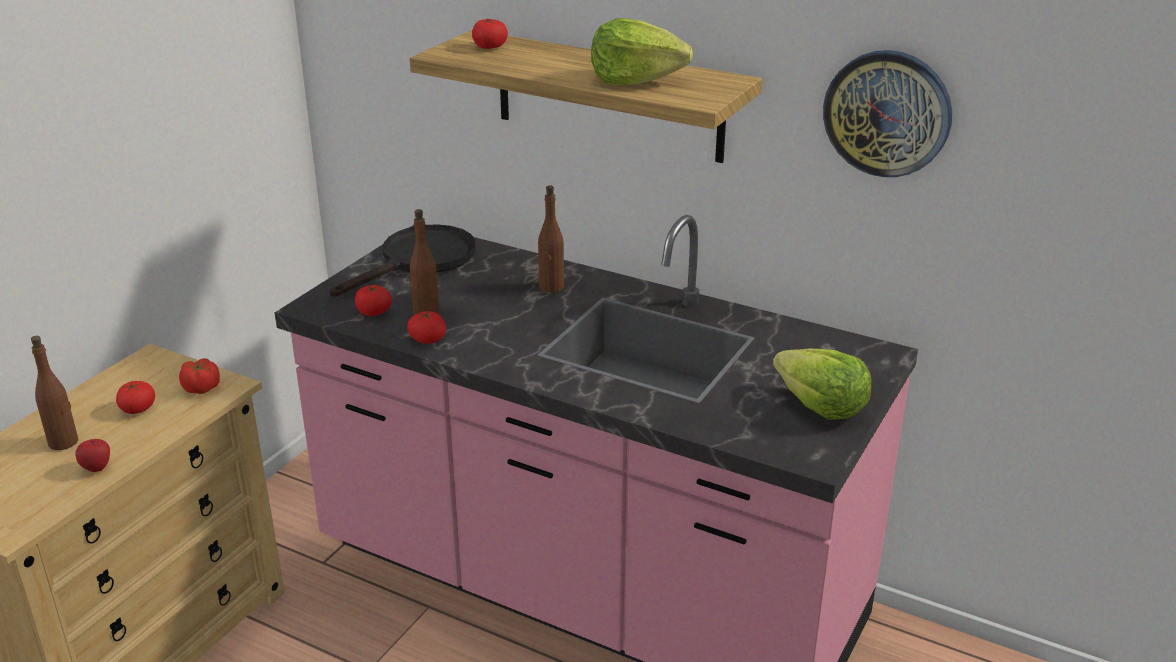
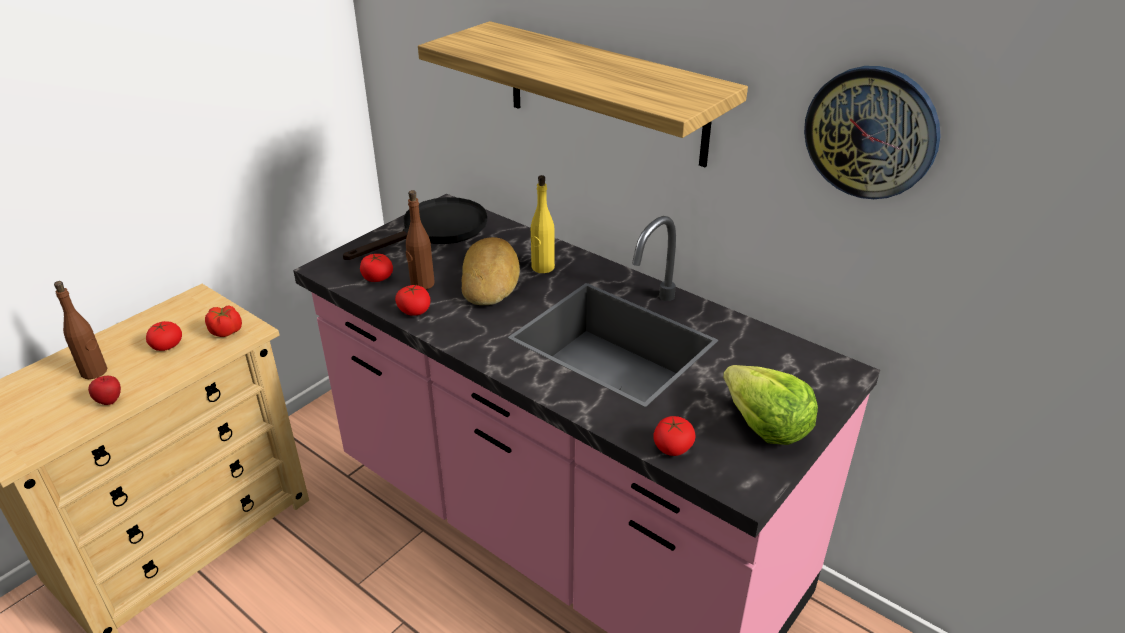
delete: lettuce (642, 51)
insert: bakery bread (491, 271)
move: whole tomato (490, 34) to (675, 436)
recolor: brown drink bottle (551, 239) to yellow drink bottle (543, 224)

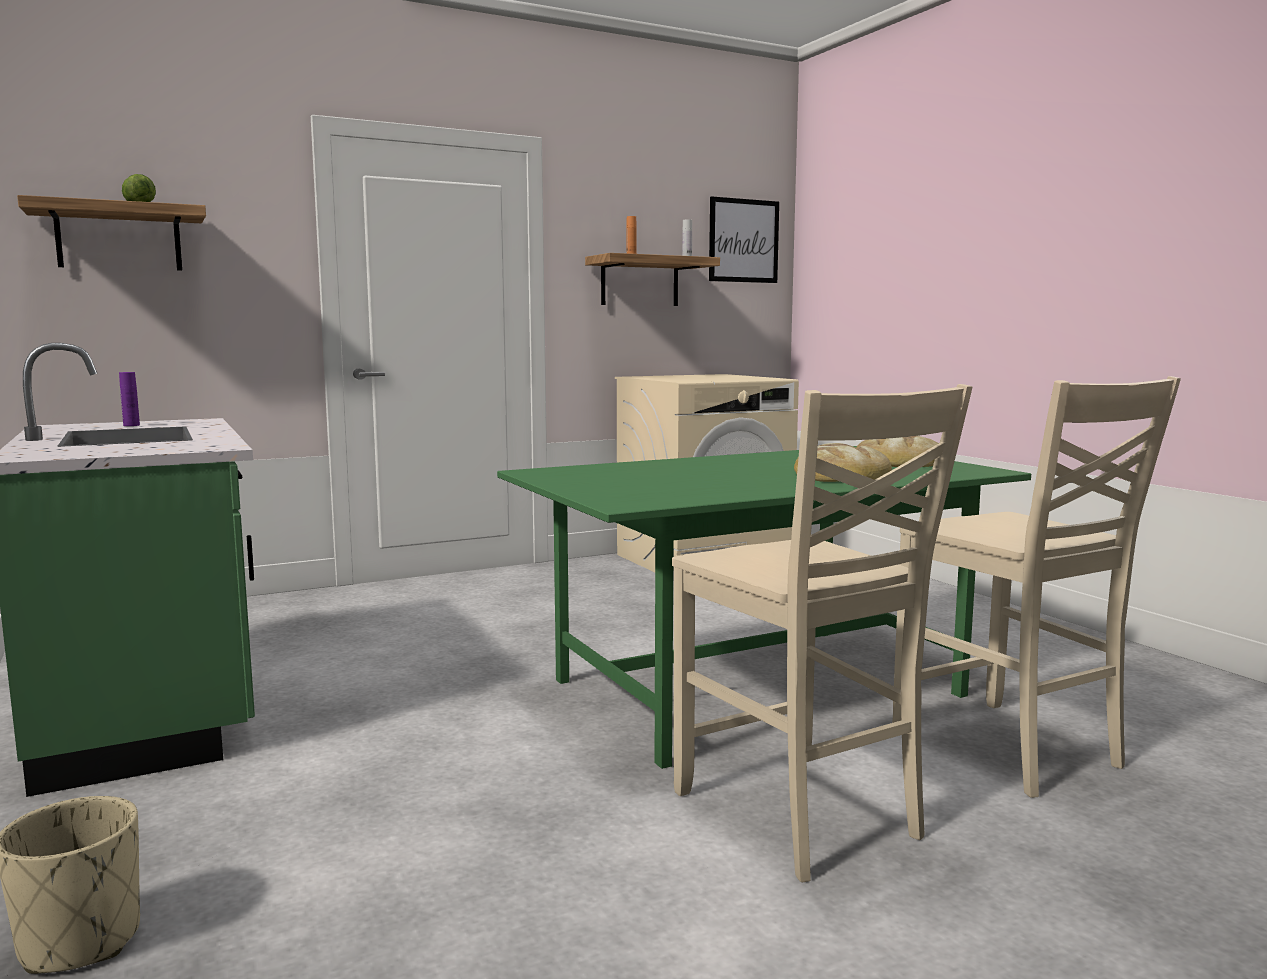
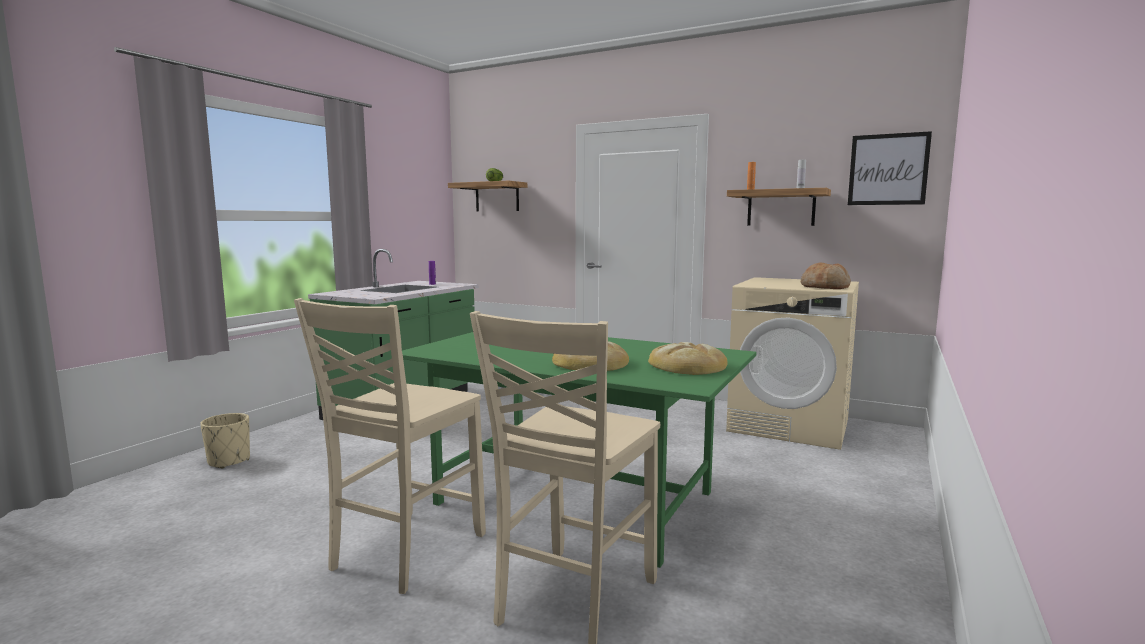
insert: bakery bread (826, 275)

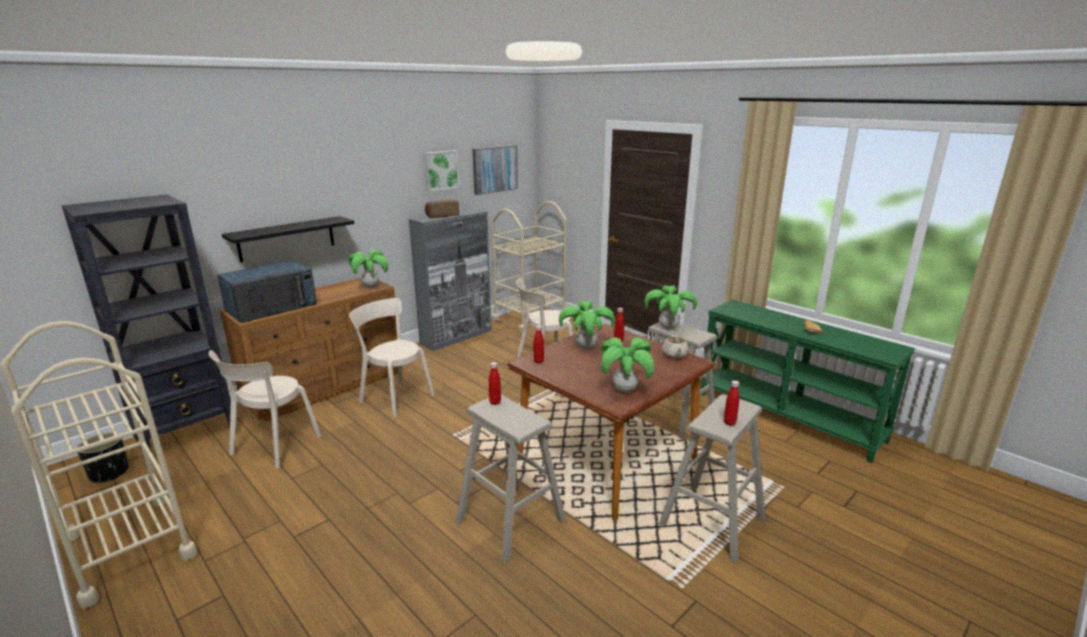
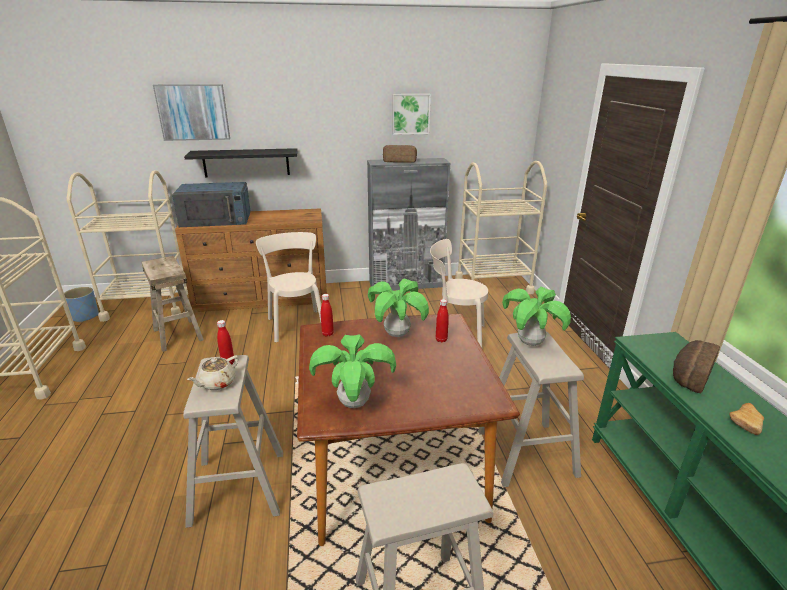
delete: plant in a pot (368, 269); reddish drink bottle (731, 403)
insert: bakery bread (696, 366)
move: wall picture (495, 170) to (191, 112); sand-coloured pot for tea (675, 347) to (212, 373)
replace: blackish bookshelf (146, 329) to sand-coloured cart (127, 246); sand-coloured upright chair (265, 409) to sand-coloured stool seat (173, 304)
recolor: blackish flower pot (103, 457) to blue flower pot (81, 305)

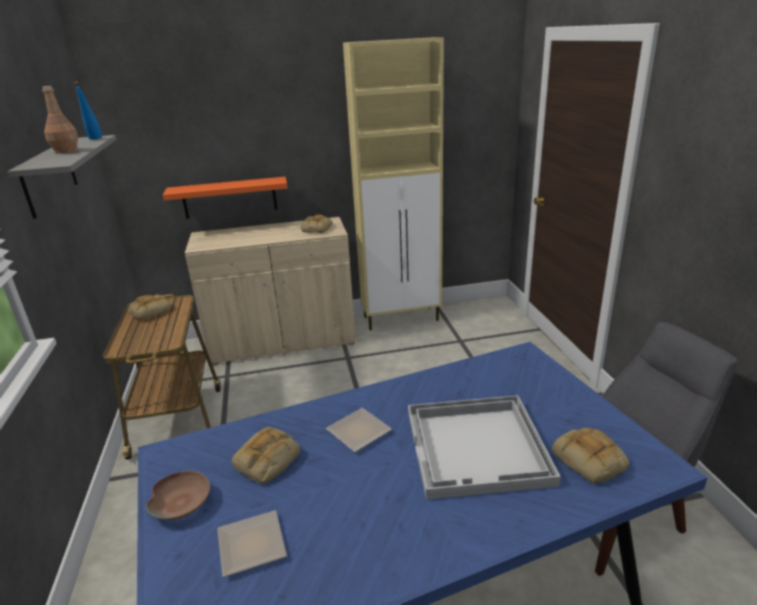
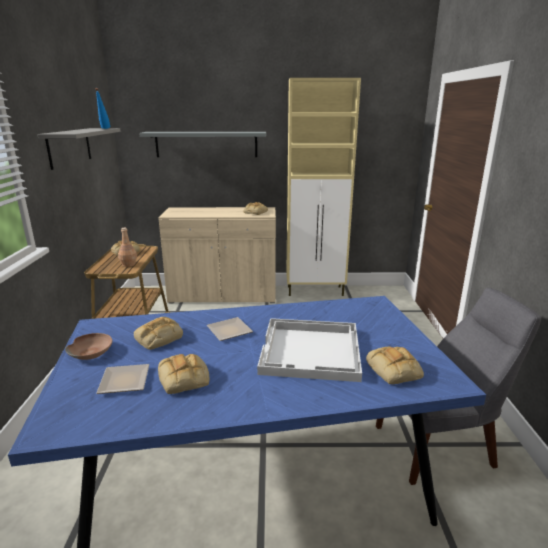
delete: orangey shelf (225, 198)
insert: grey shelf (202, 144); bakery bread (184, 374)
move: brown drink bottle (60, 120) to (127, 247)

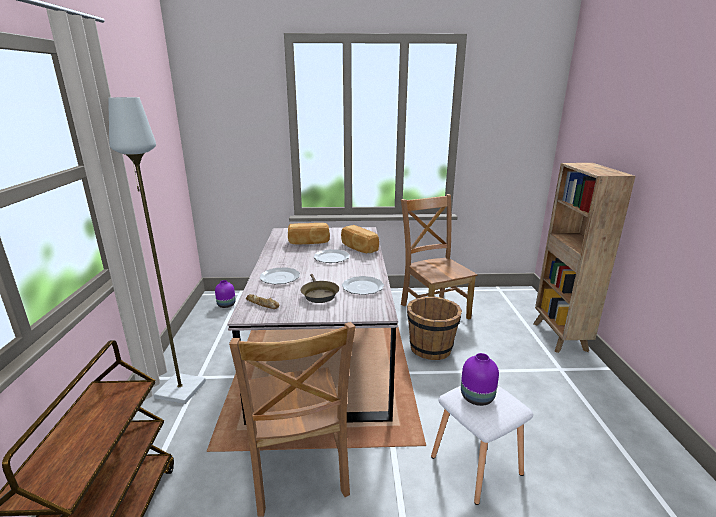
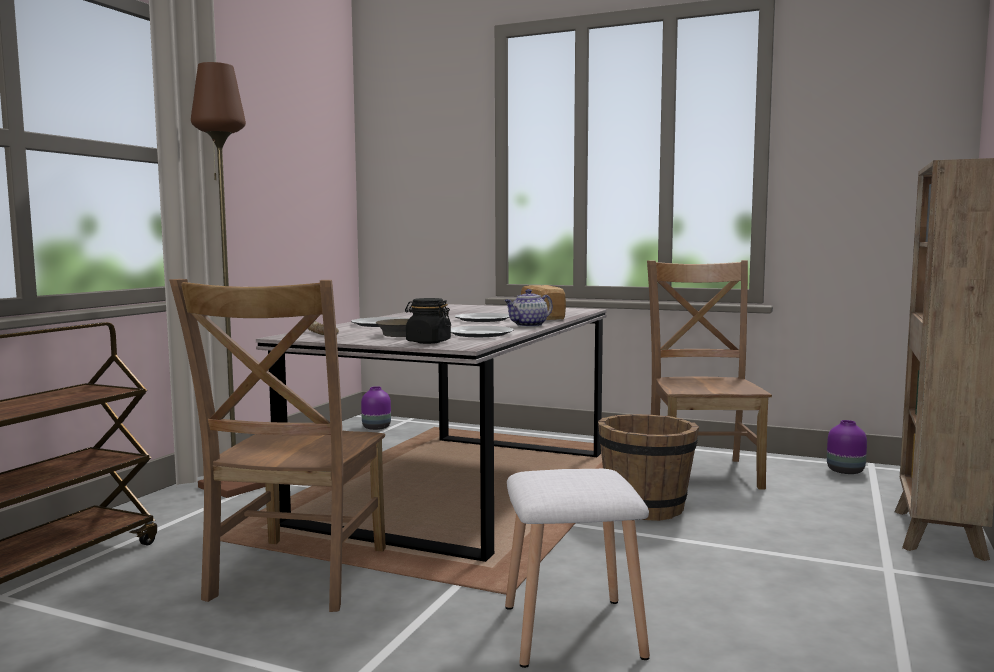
delete: bakery bread (309, 233)
insert: blackish preserve jar (428, 321); pot for tea (528, 308)
move: purple-coloured flower vase (480, 379) to (847, 447)
recolor: grey standard lamp (157, 250) to brown standard lamp (228, 280)

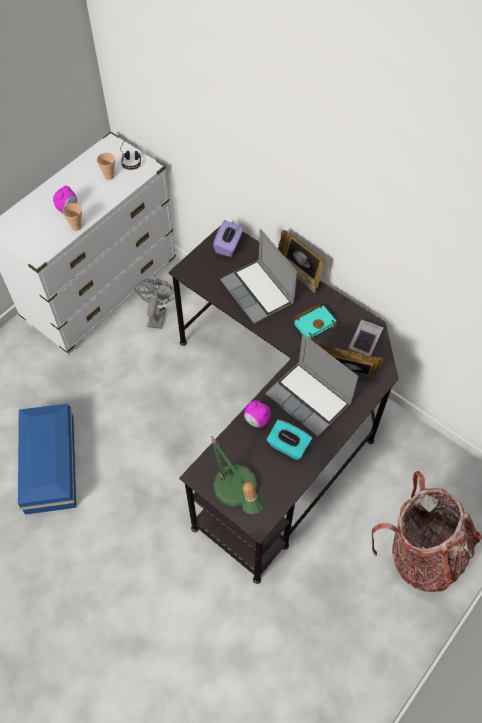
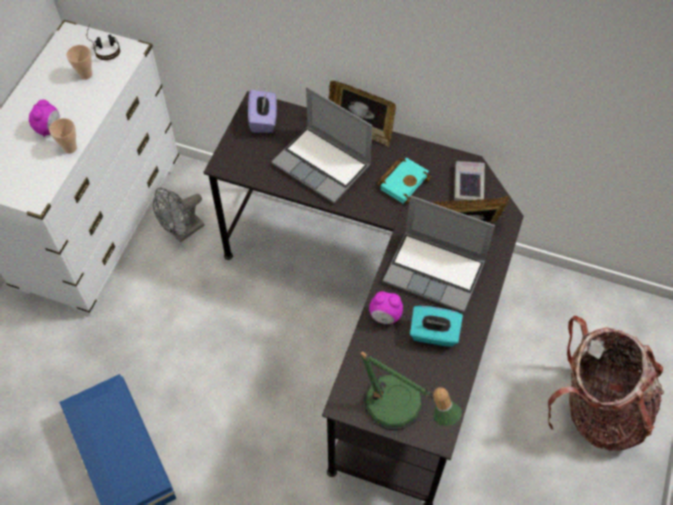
rotate: grey cooling fan (155, 303) = (179, 215) 120 degrees counterclockwise

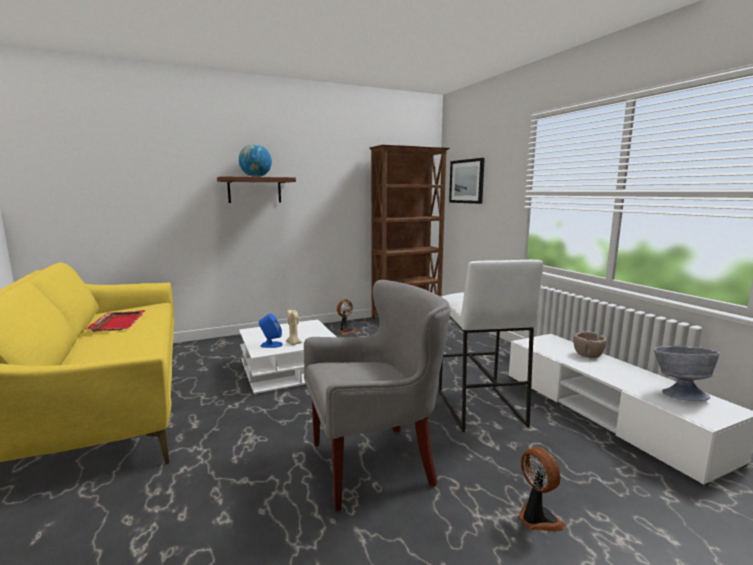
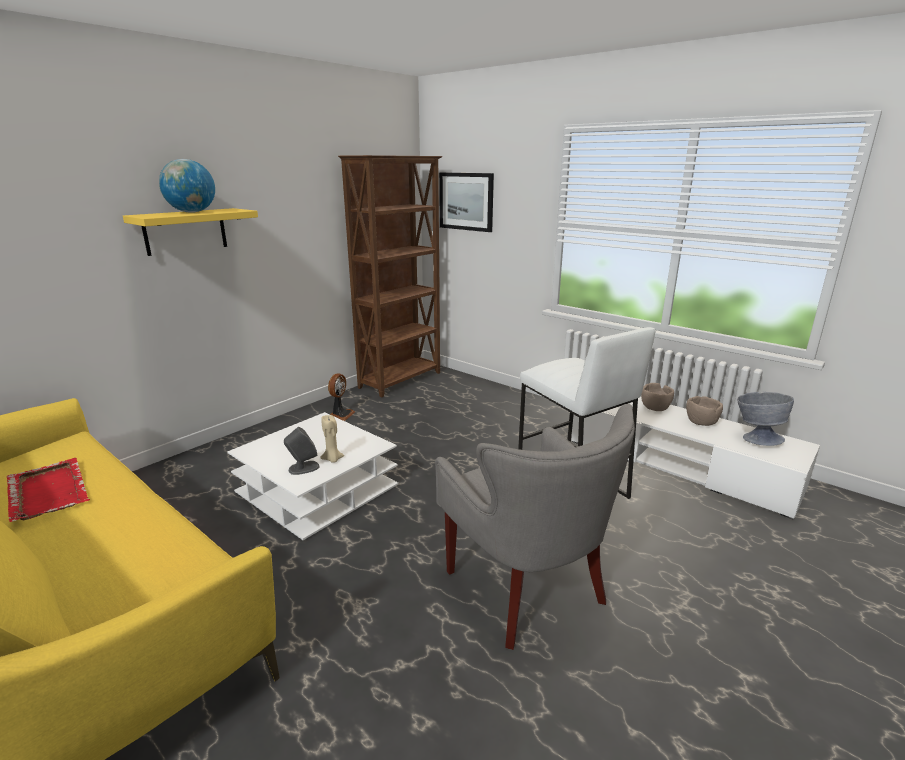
delete: cooling fan (541, 489)
insert: brown serving bowl (704, 411)
recolor: brown shelf (256, 189) to yellow shelf (190, 232); blue speaker (271, 331) to grey speaker (301, 451)
rotate: grey armchair (377, 395) = (535, 527) 105 degrees clockwise

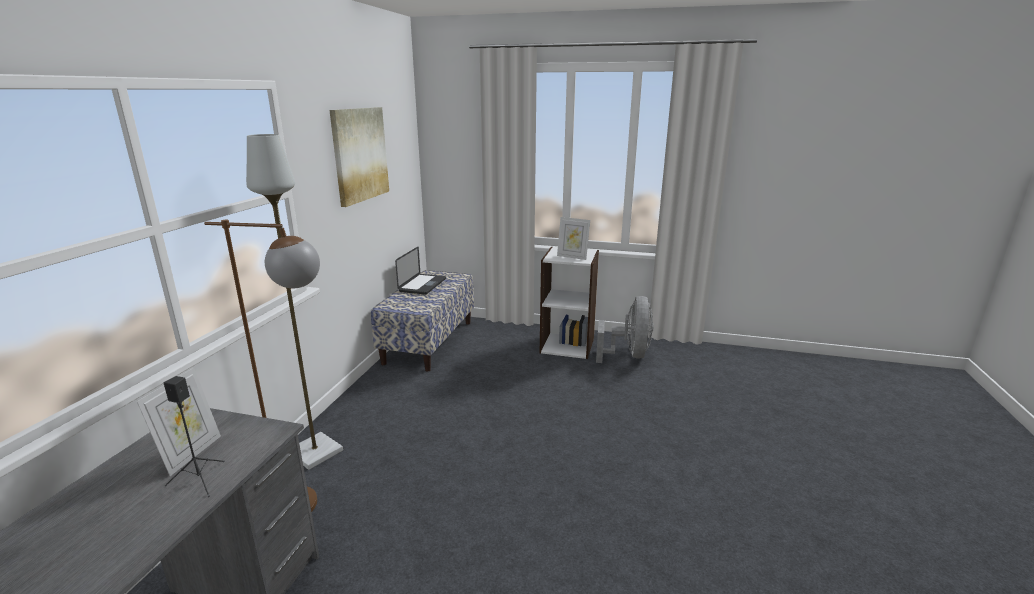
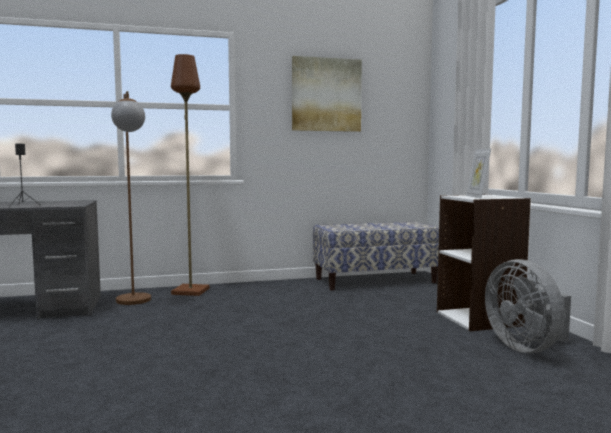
delete: standing frame (179, 422); laptop (420, 271)
recolor: grey standard lamp (294, 302) to brown standard lamp (190, 175)
rotate: grey cooling fan (625, 329) = (528, 306) 90 degrees clockwise

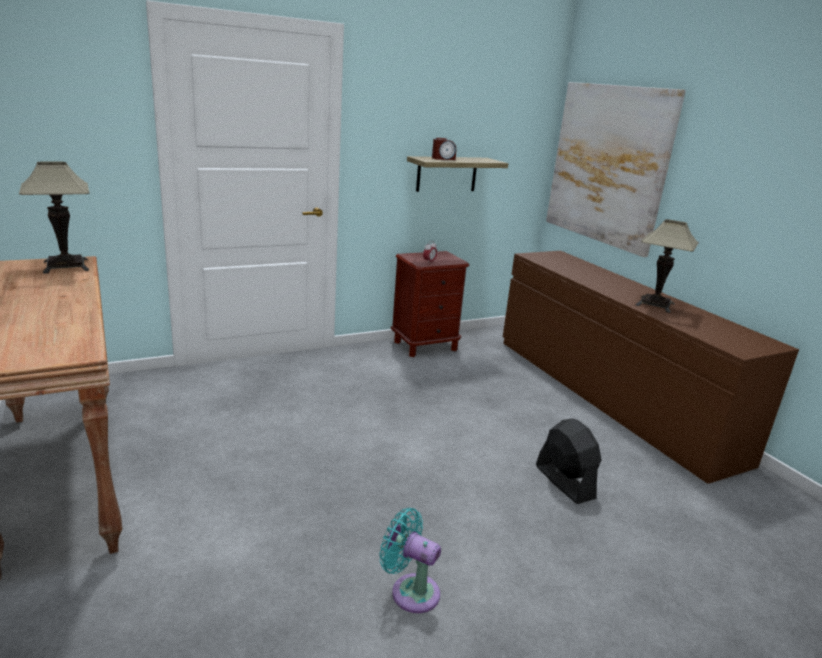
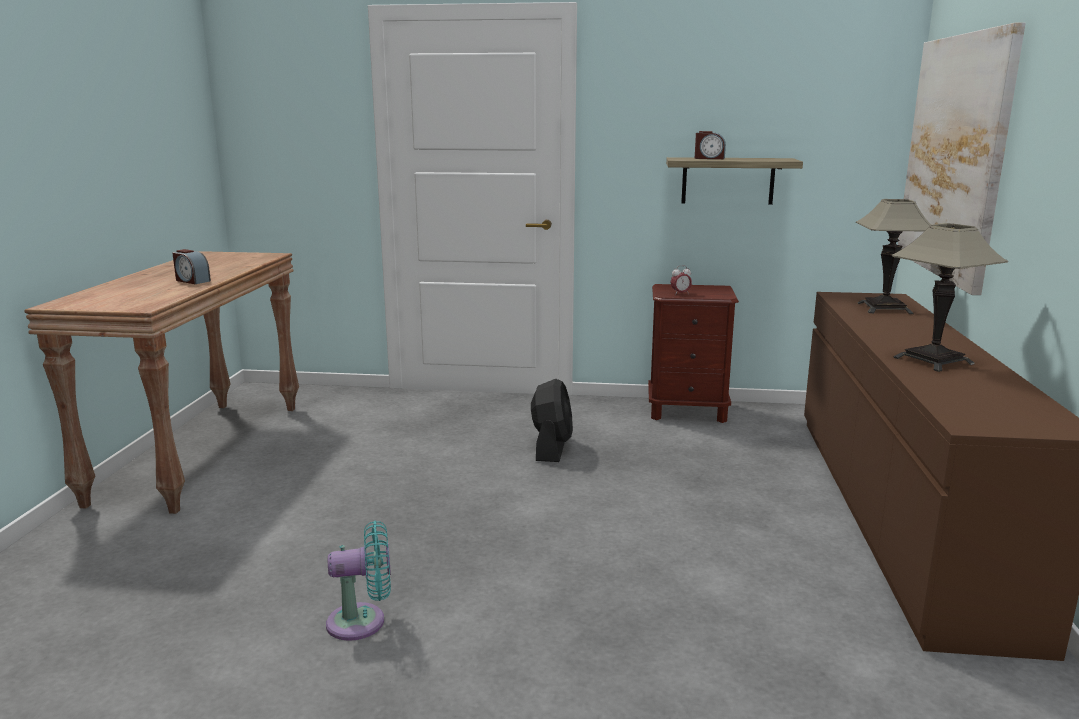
insert: alarm clock (191, 266)
move: table lamp (54, 217) to (893, 256); blackish cooling fan (569, 461) to (552, 420)
rotate: turquoise cooling fan (410, 560) = (358, 581) 105 degrees clockwise

